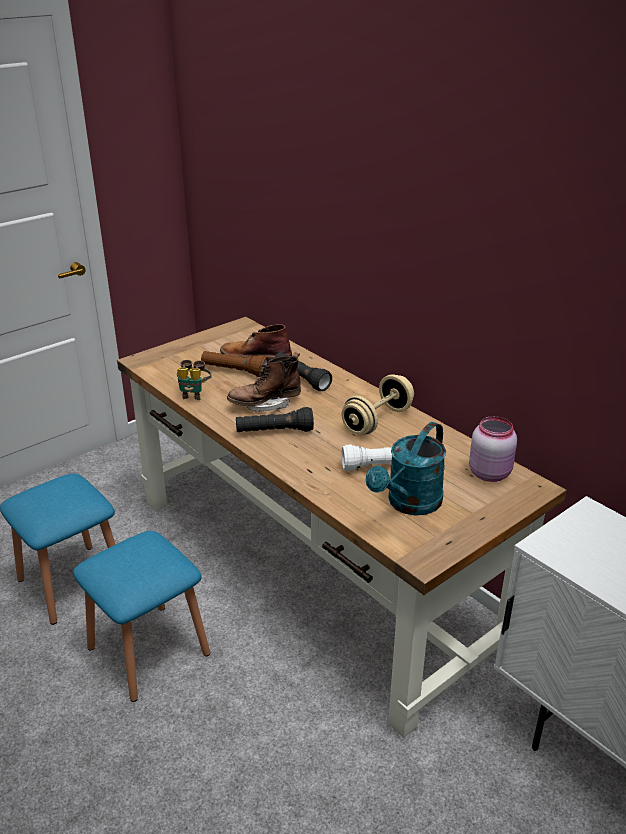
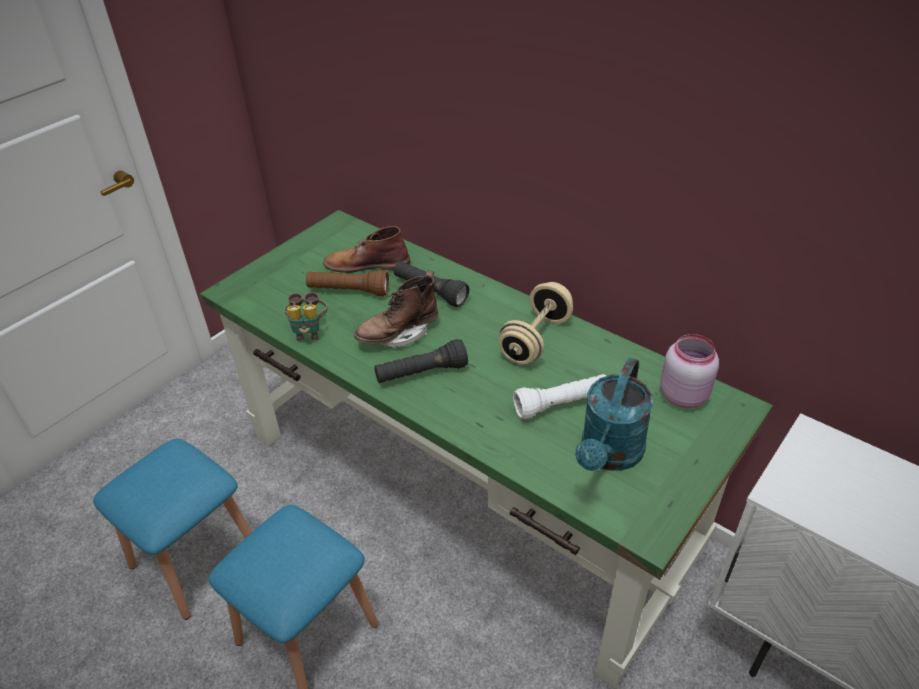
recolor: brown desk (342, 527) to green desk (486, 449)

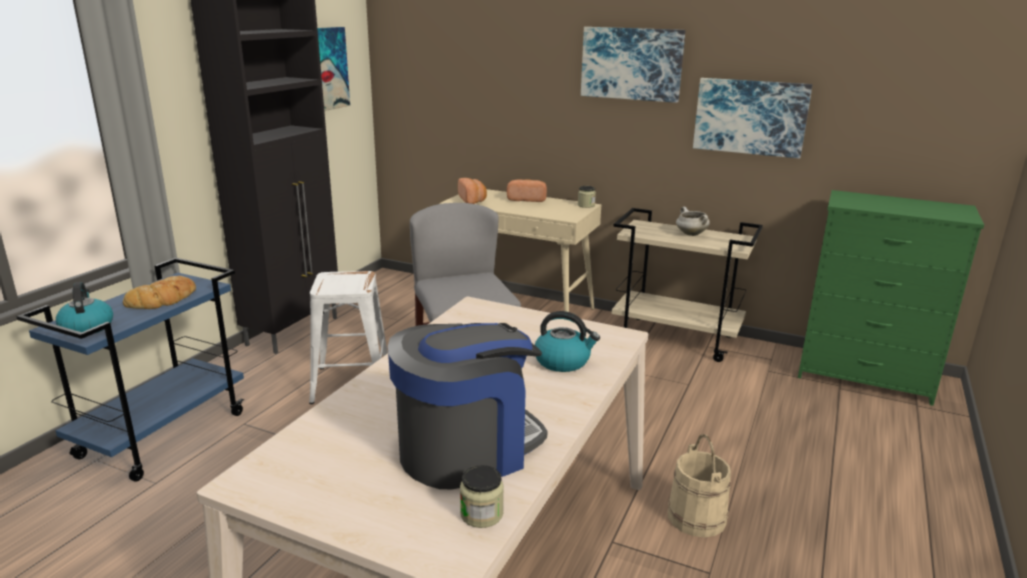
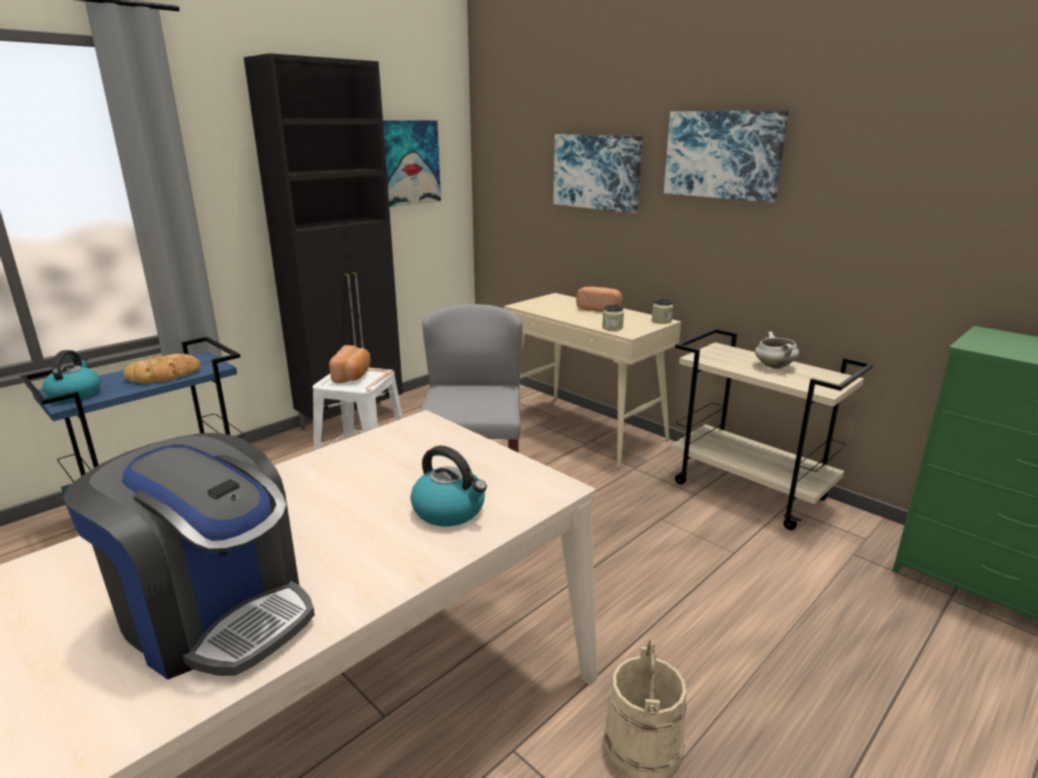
move: bakery bread (472, 191) to (350, 364); preserve jar (482, 496) to (613, 317); wall picture (753, 118) to (598, 174)
rotate: coffee brewer (467, 406) = (189, 556) 45 degrees clockwise

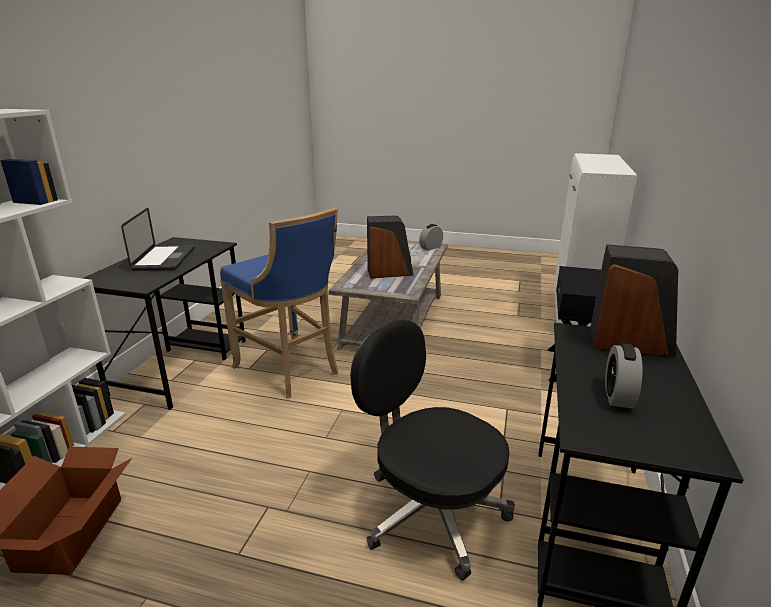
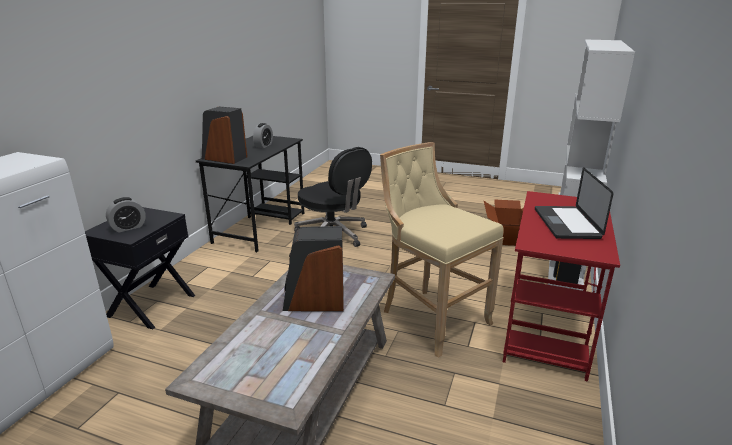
move: alarm clock (431, 237) to (126, 214)
recolor: blackish desk (164, 323) to reddish desk (561, 286); blue stool seat (279, 303) to sand-coloured stool seat (442, 250)

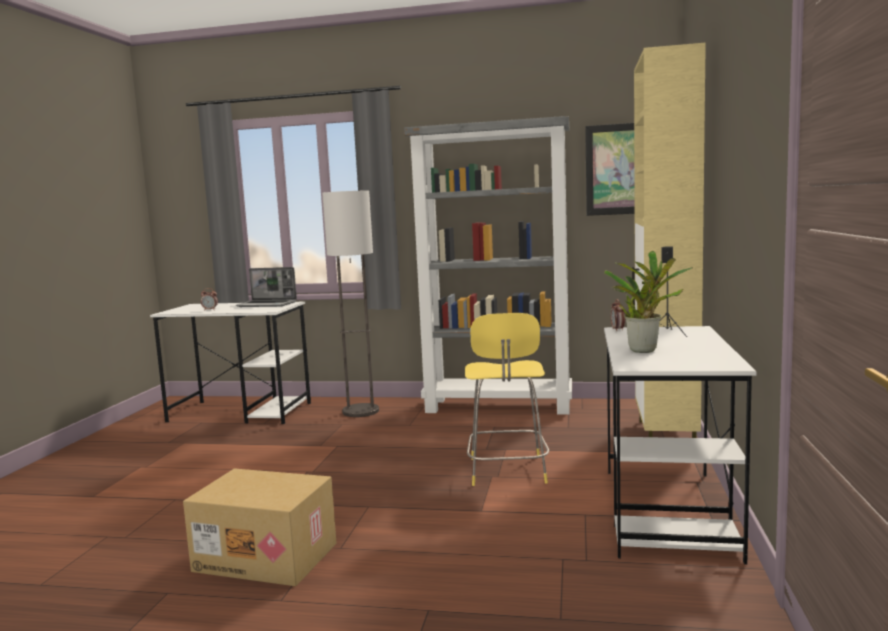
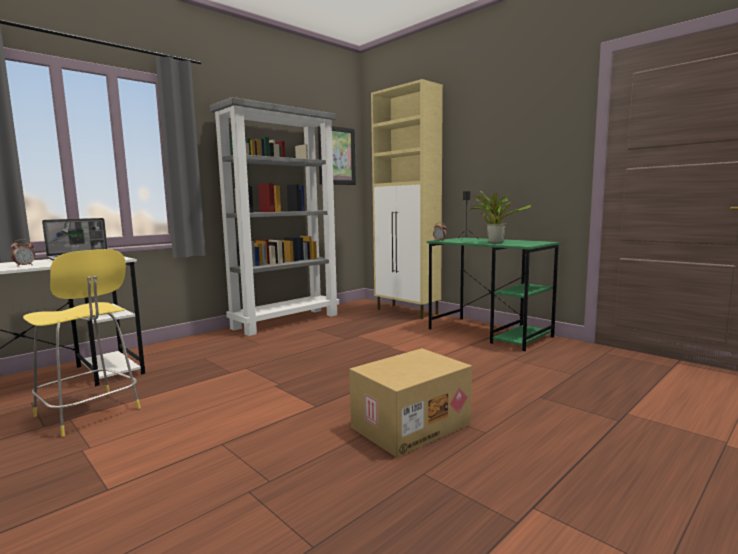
delete: standard lamp (350, 304)
move: yellow stool seat (507, 399) to (82, 343)
recolor: whitish desk (680, 445) to green desk (494, 294)

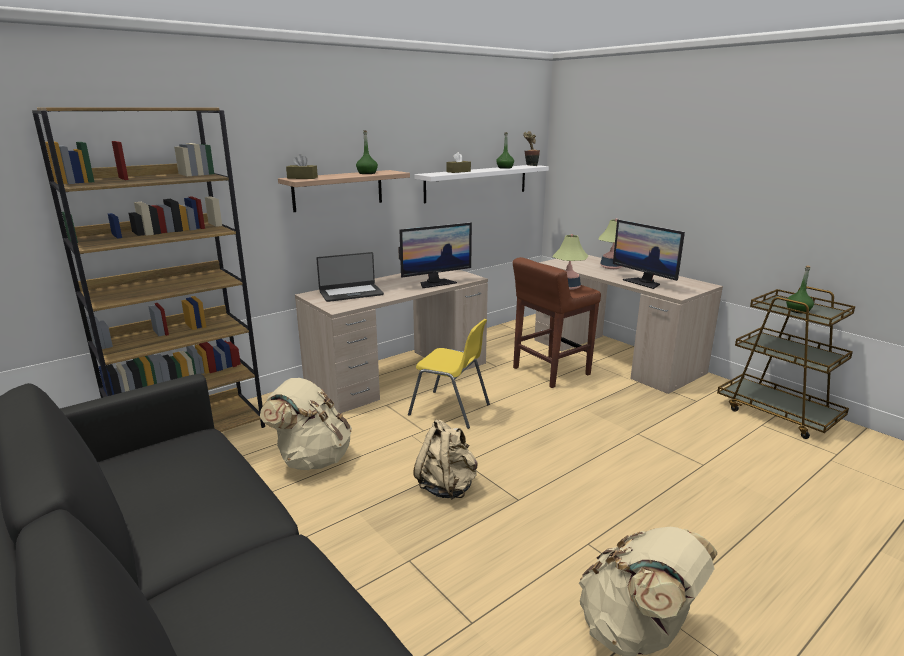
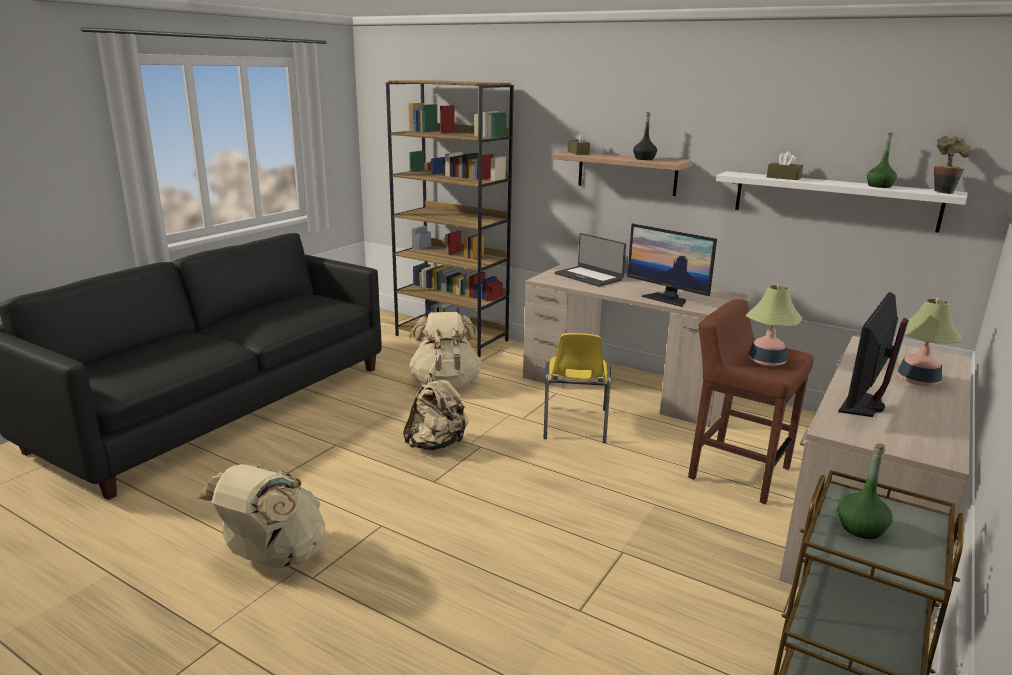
recolor: green drink bottle (367, 152) to blackish drink bottle (645, 136)

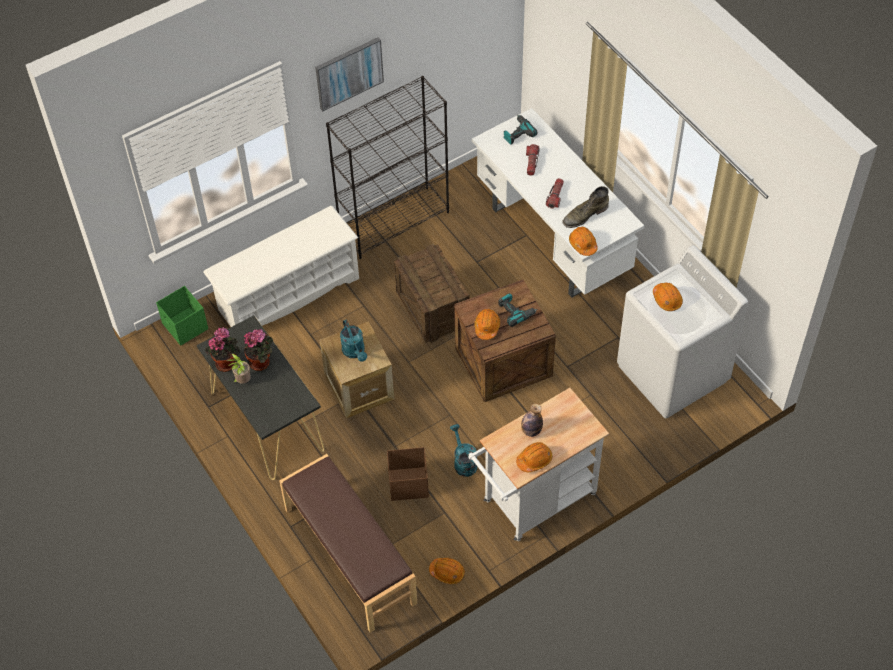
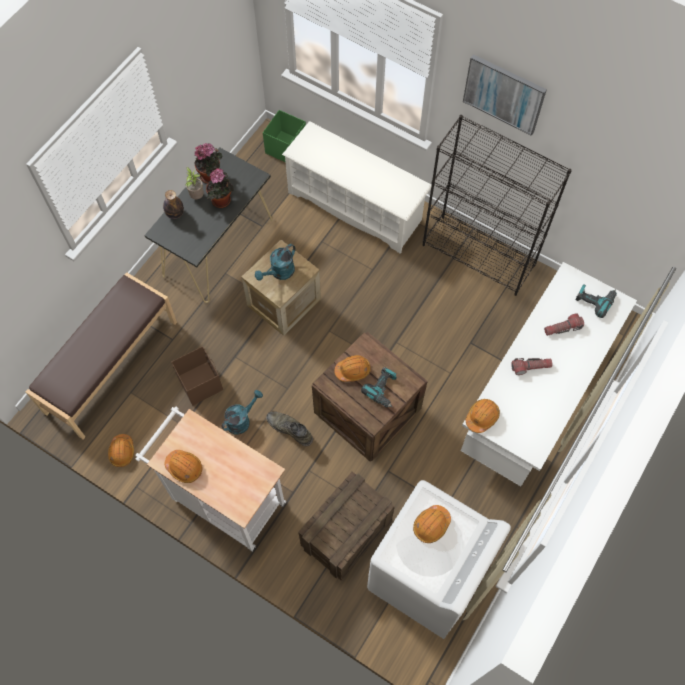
move: packing crate (432, 293) to (346, 525); drink bottle (532, 420) to (173, 204); green high-top boot (585, 207) to (289, 429)

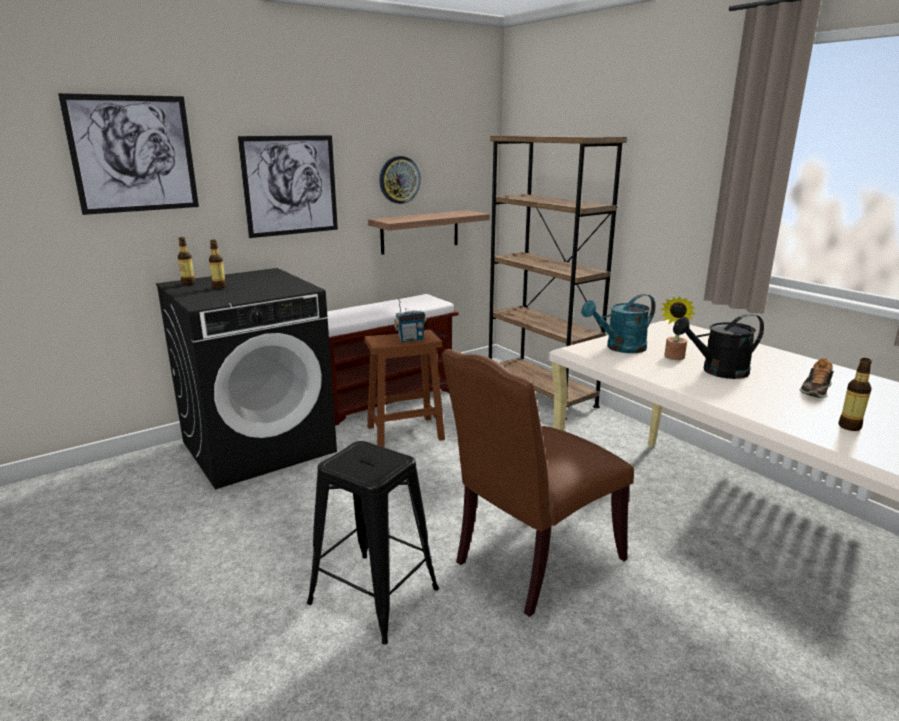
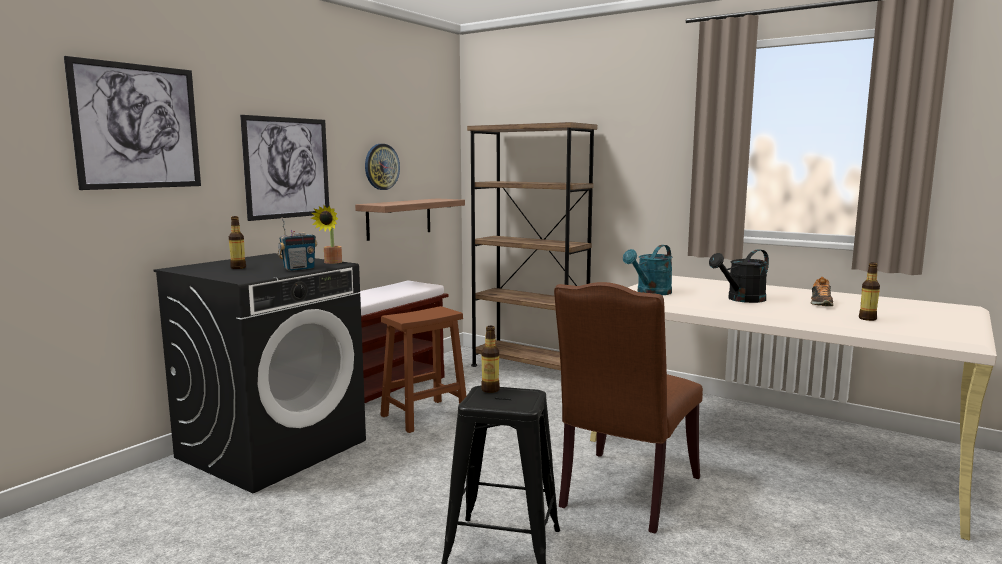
move: drink bottle (186, 261) to (490, 359); radio receiver (410, 320) to (297, 244); plant in a pot (677, 328) to (326, 234)

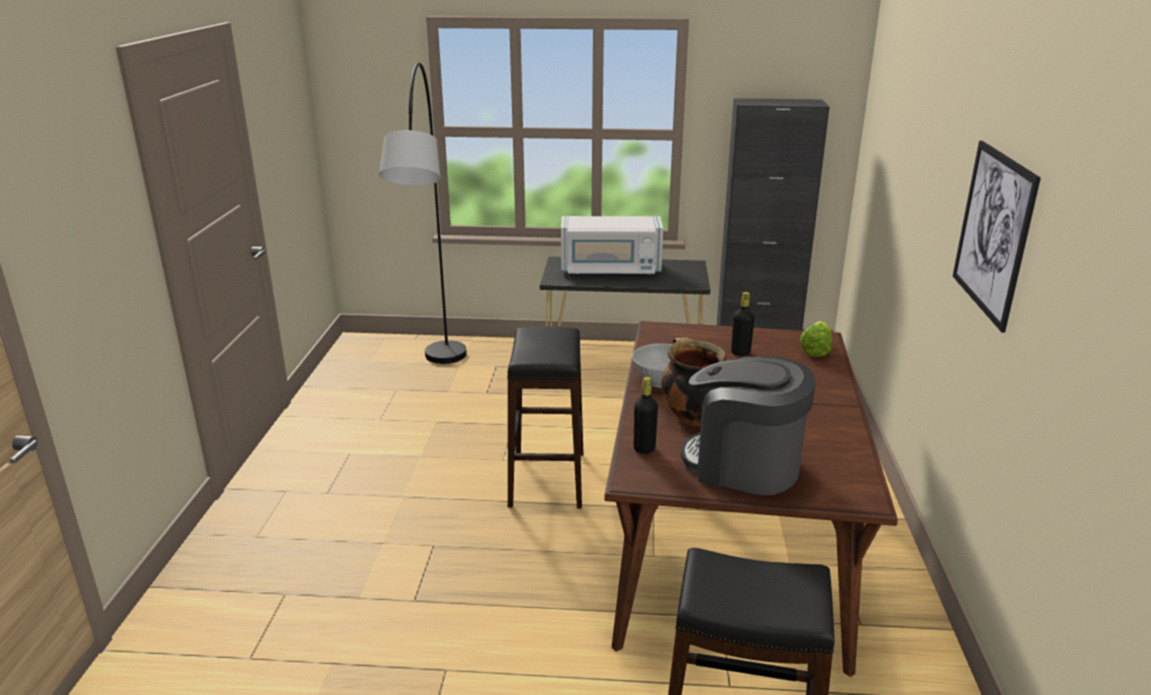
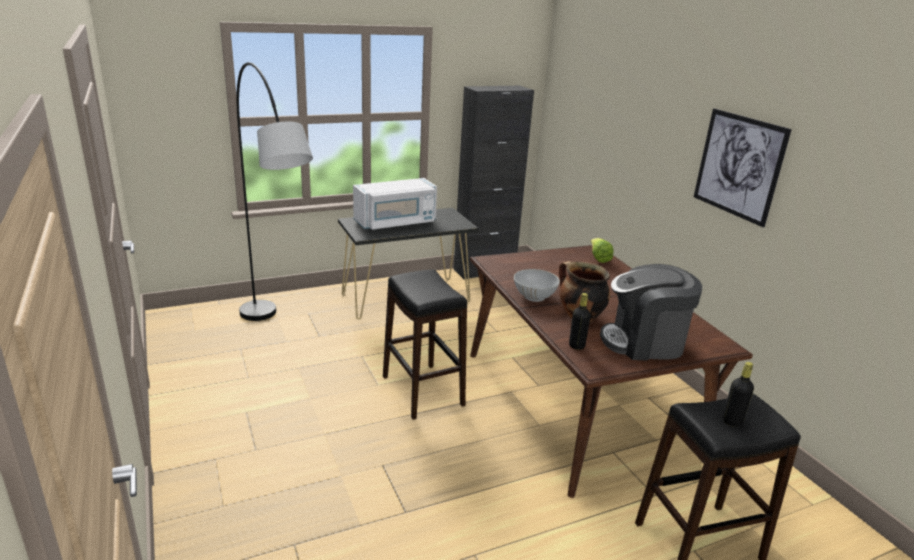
move: blackish drink bottle (743, 324) to (738, 394)

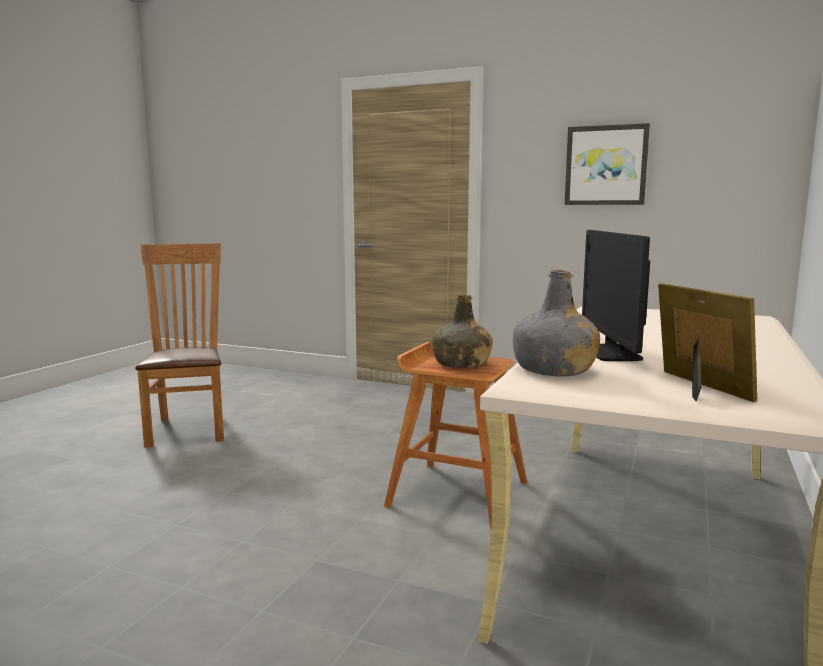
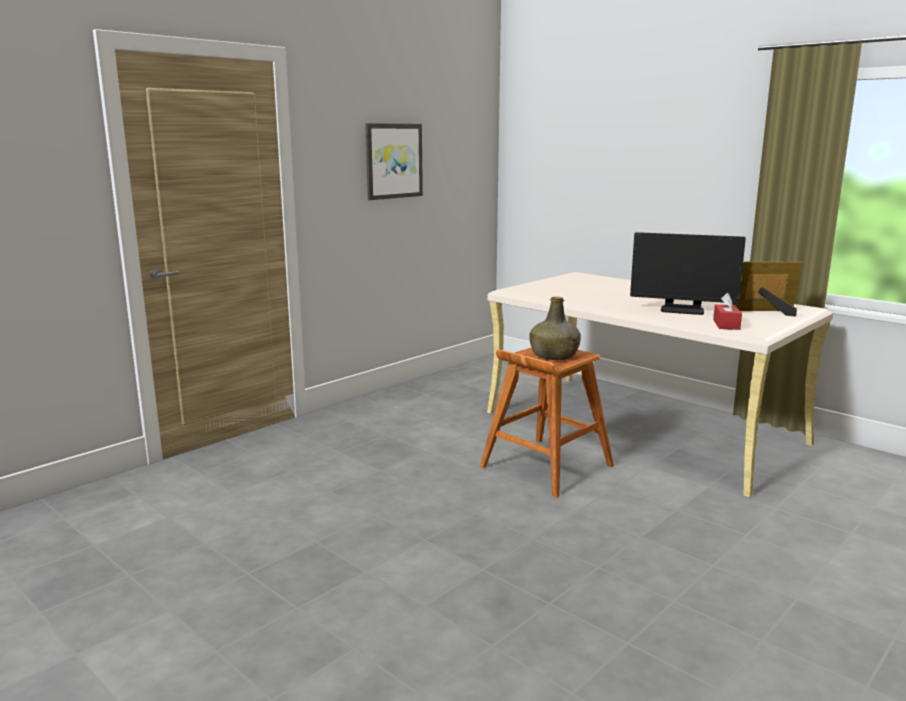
delete: brown upright chair (179, 346)
replace: grey drink bottle (556, 323) to reddish tissue holder (727, 311)

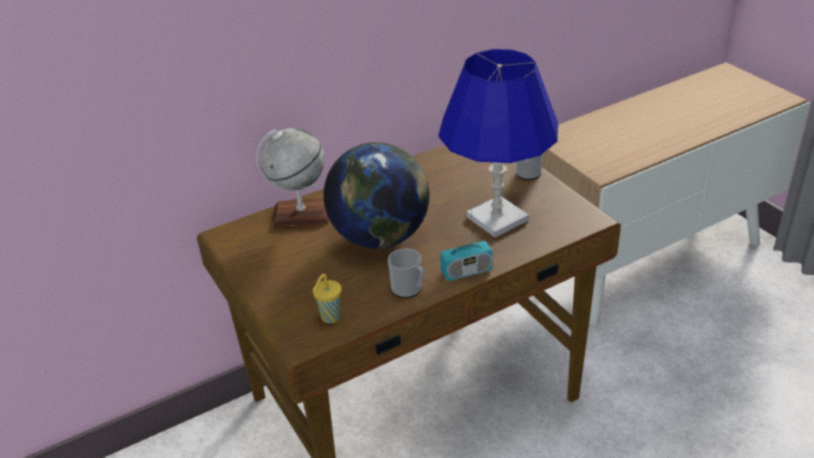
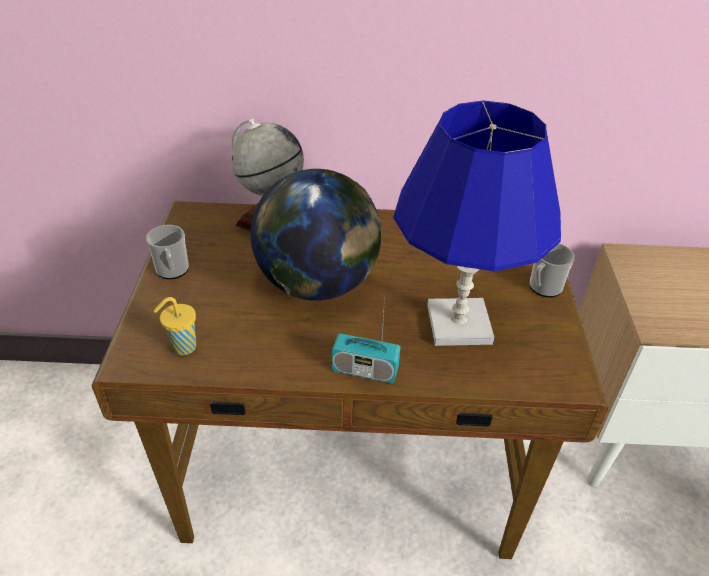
move: tea mug (406, 273) to (167, 252)

